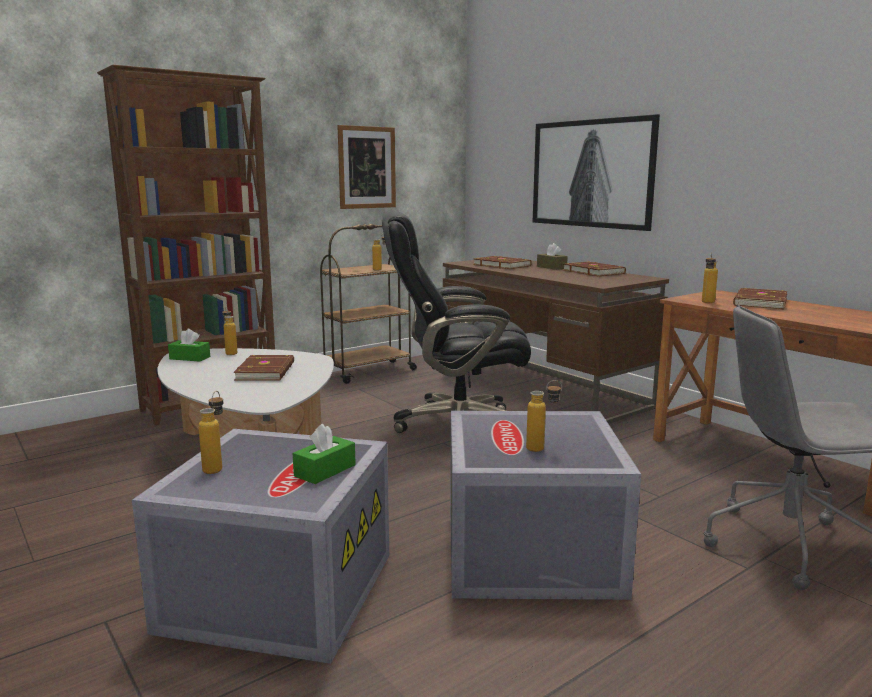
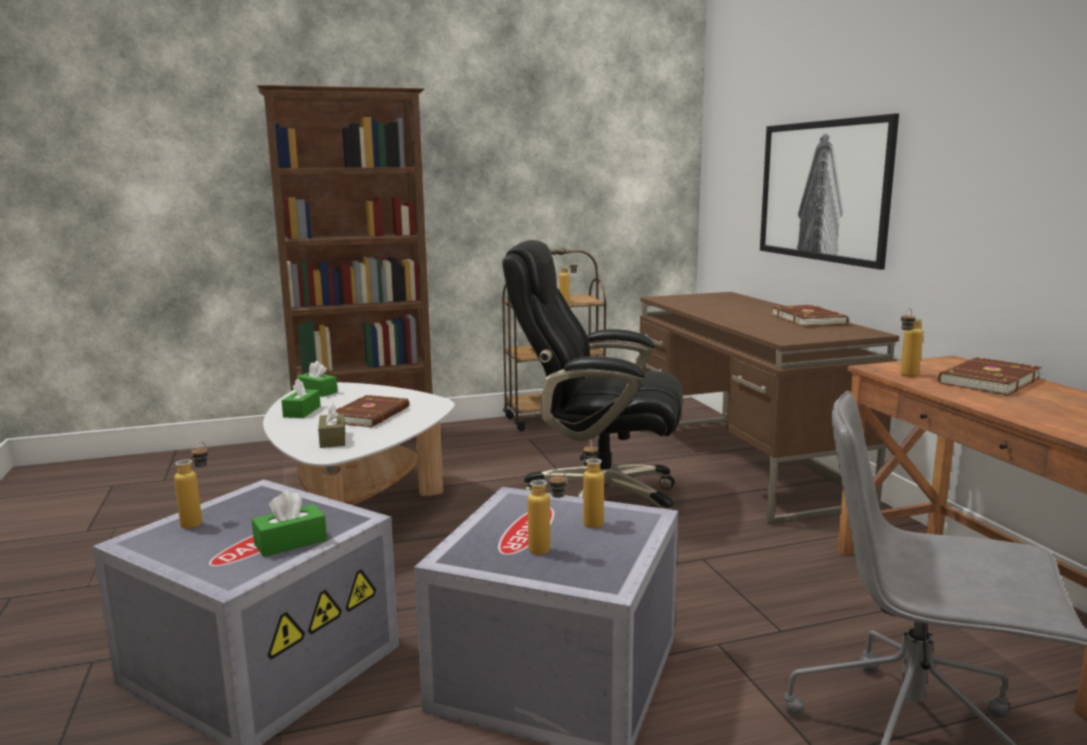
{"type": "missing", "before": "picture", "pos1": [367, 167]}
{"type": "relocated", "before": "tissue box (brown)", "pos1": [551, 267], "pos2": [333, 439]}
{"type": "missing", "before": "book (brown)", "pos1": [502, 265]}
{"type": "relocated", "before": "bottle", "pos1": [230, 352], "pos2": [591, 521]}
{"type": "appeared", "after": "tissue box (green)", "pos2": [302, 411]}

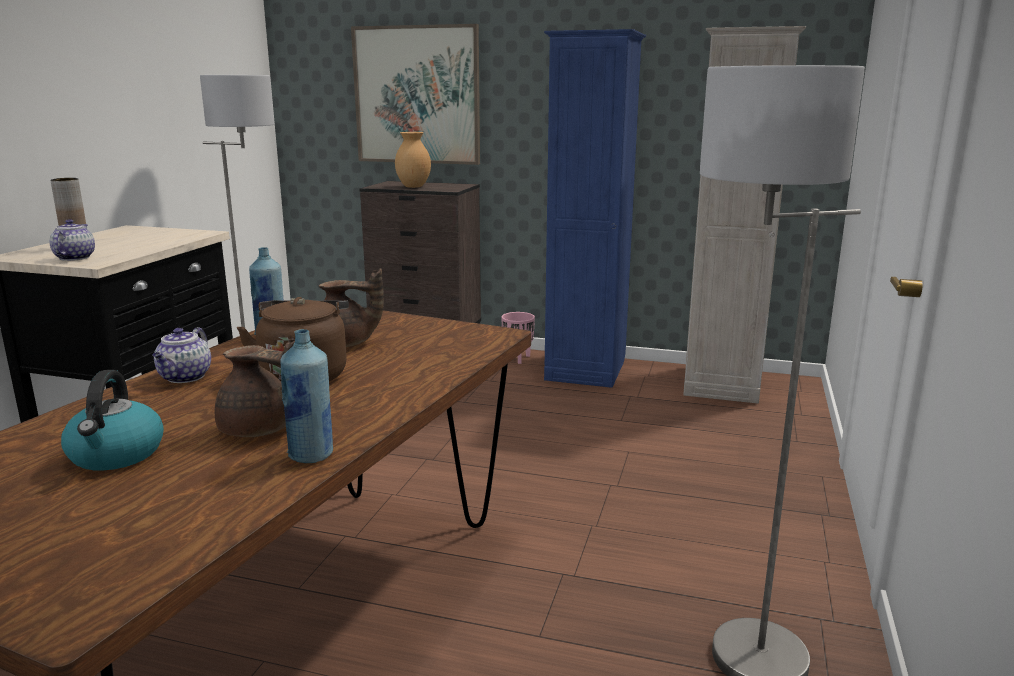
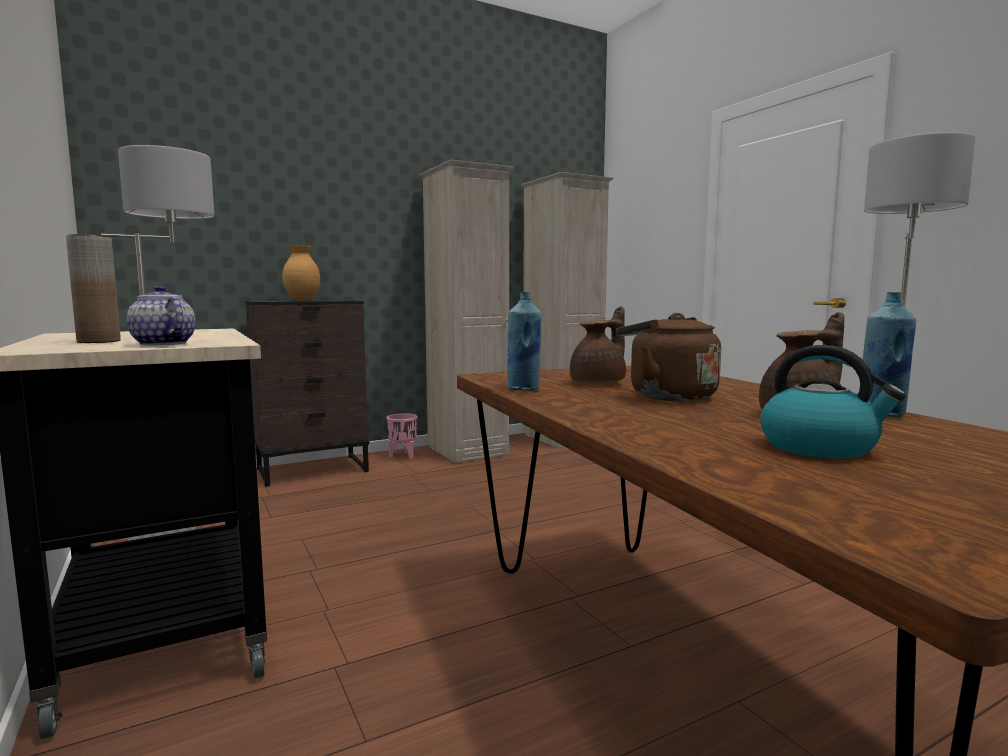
{"type": "missing", "before": "picture", "pos1": [417, 95]}
{"type": "colour", "before": "cabinet (blue)", "after": "cabinet (beige)", "pos1": [586, 370], "pos2": [468, 450]}
{"type": "missing", "before": "teapot", "pos1": [185, 377]}

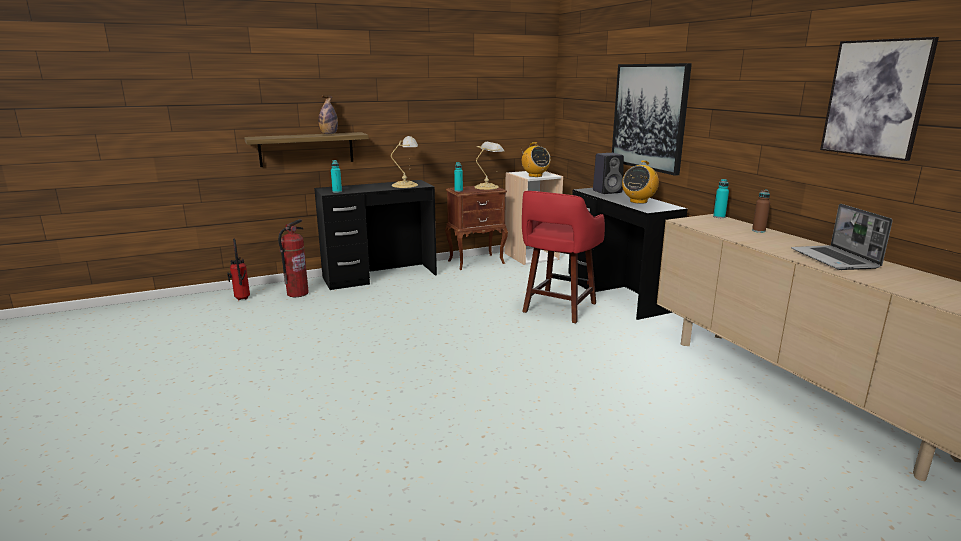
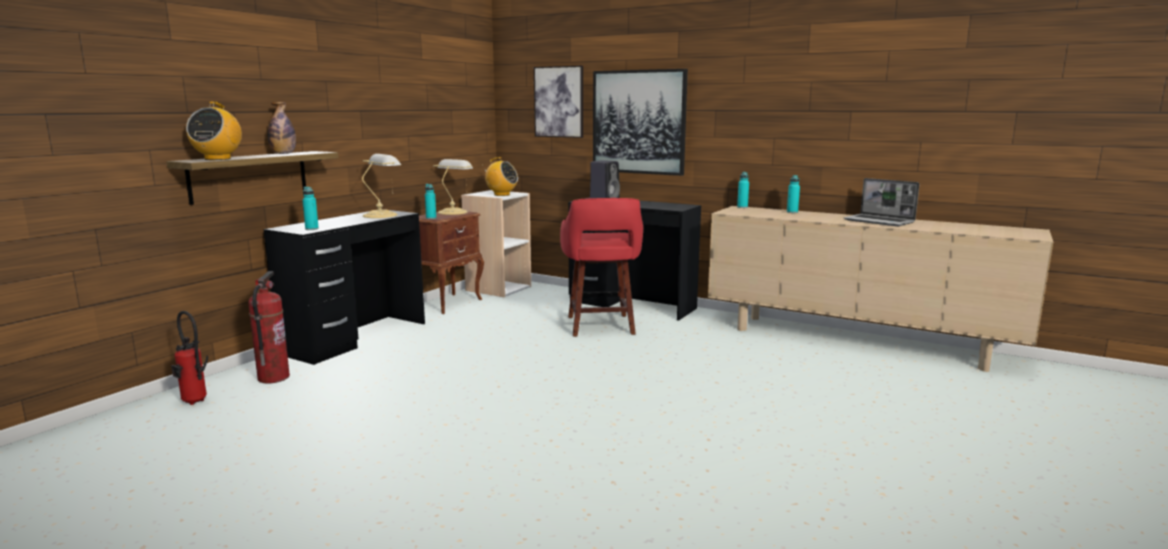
{"type": "relocated", "before": "picture", "pos1": [875, 98], "pos2": [559, 102]}
{"type": "relocated", "before": "radio", "pos1": [638, 201], "pos2": [218, 159]}
{"type": "colour", "before": "bottle (brown)", "after": "bottle (turquoise)", "pos1": [758, 231], "pos2": [792, 212]}

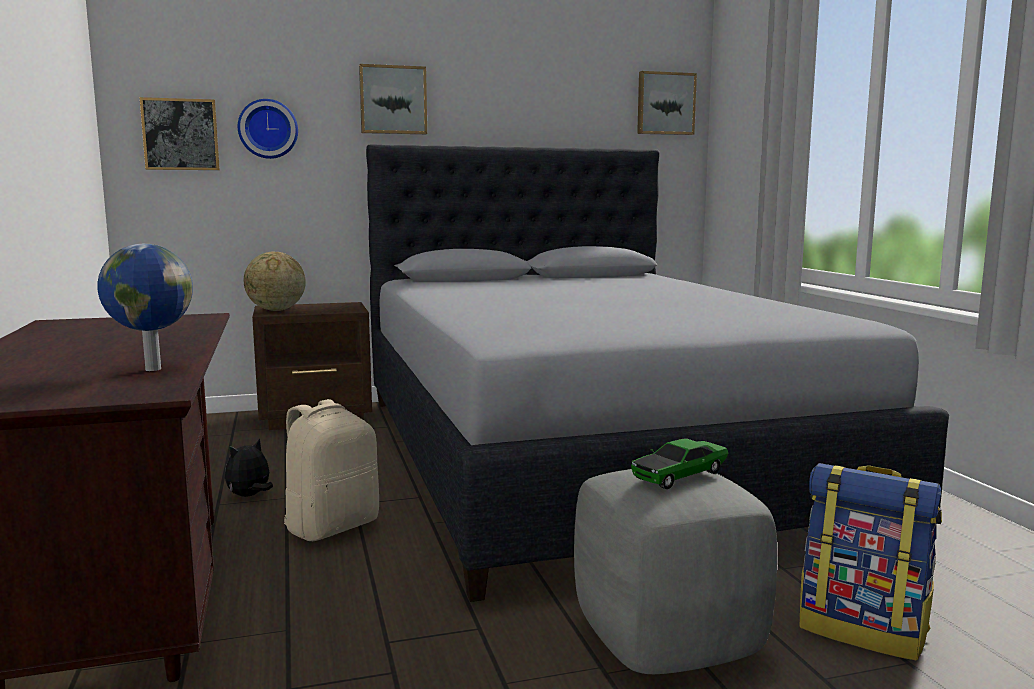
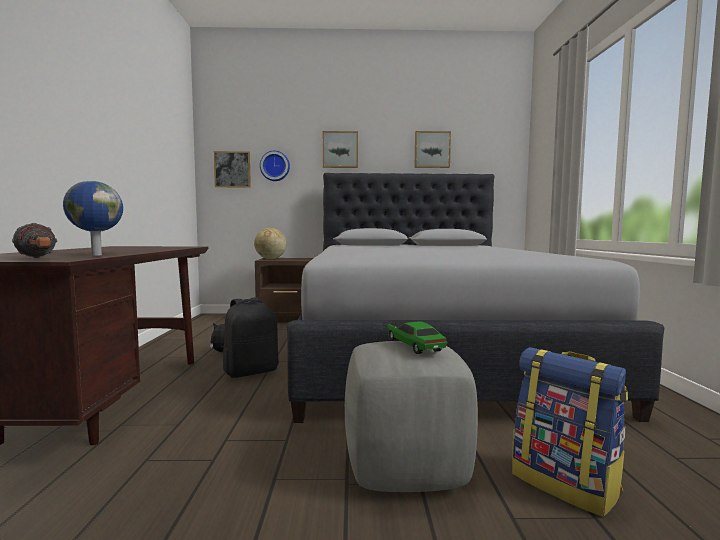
{"type": "relocated", "before": "picture", "pos1": [665, 103], "pos2": [432, 150]}
{"type": "colour", "before": "backpack (beige)", "after": "backpack (black)", "pos1": [332, 526], "pos2": [251, 371]}
{"type": "spun", "before": "toy car", "pos1": [679, 475], "pos2": [414, 345], "turn": 90}
{"type": "appeared", "after": "flashlight", "pos2": [40, 259]}

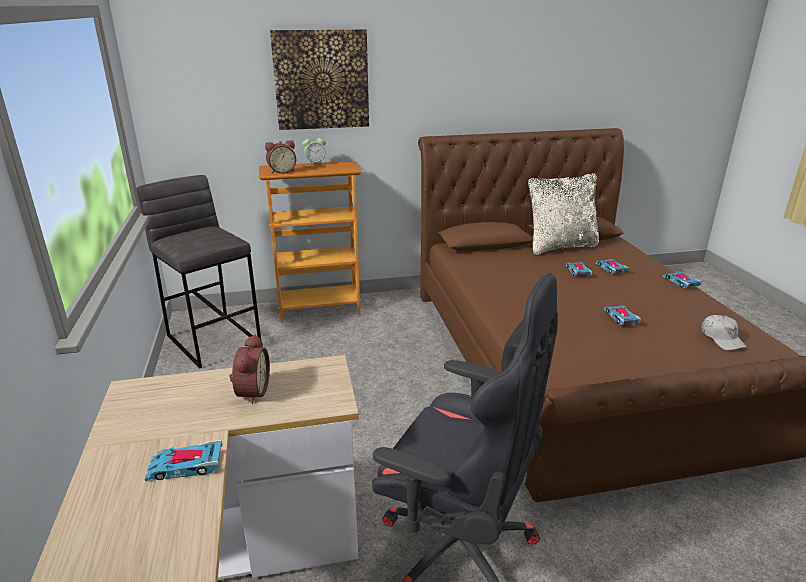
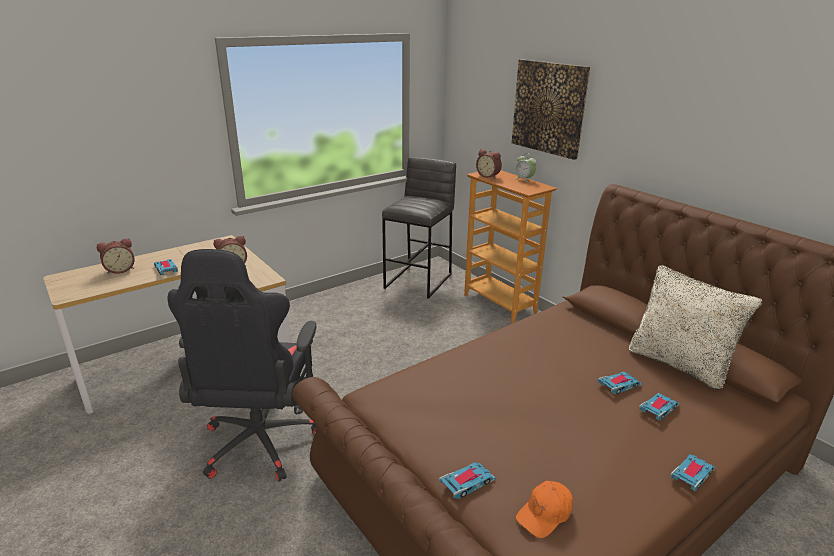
{"type": "relocated", "before": "toy car", "pos1": [620, 317], "pos2": [467, 482]}
{"type": "colour", "before": "cap (white)", "after": "cap (orange)", "pos1": [722, 338], "pos2": [545, 514]}
{"type": "appeared", "after": "alarm clock", "pos2": [120, 270]}

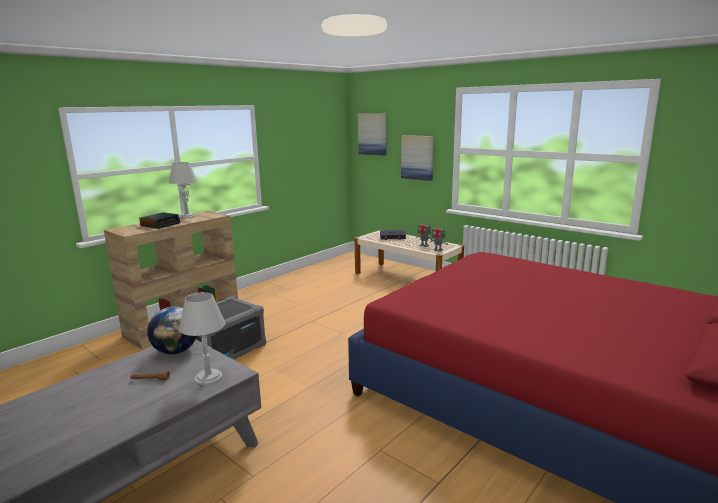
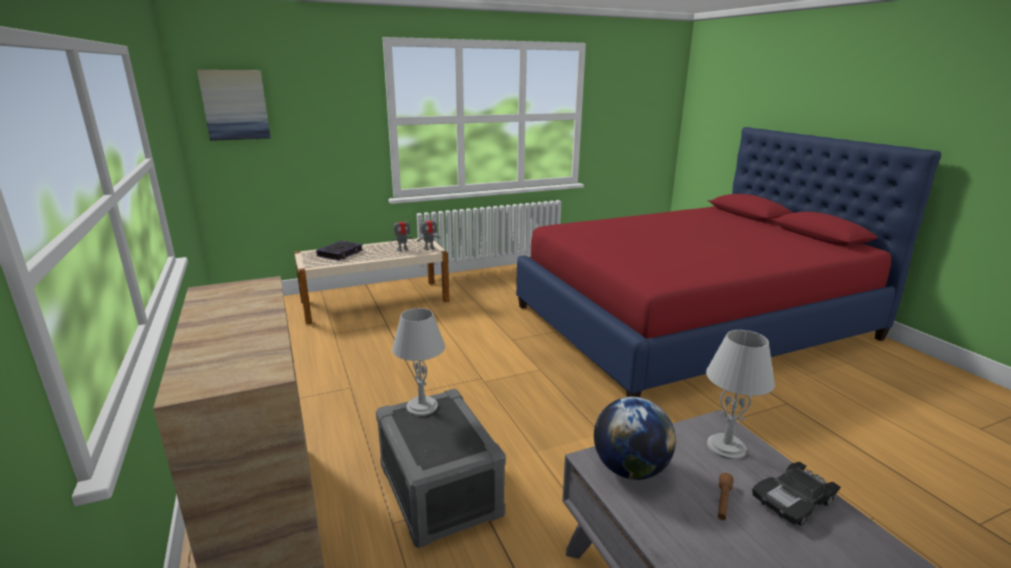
{"type": "missing", "before": "picture", "pos1": [417, 157]}
{"type": "relocated", "before": "table lamp (grey)", "pos1": [187, 216], "pos2": [421, 406]}
{"type": "missing", "before": "alarm clock", "pos1": [160, 224]}
{"type": "appeared", "after": "toy car (black)", "pos2": [793, 500]}

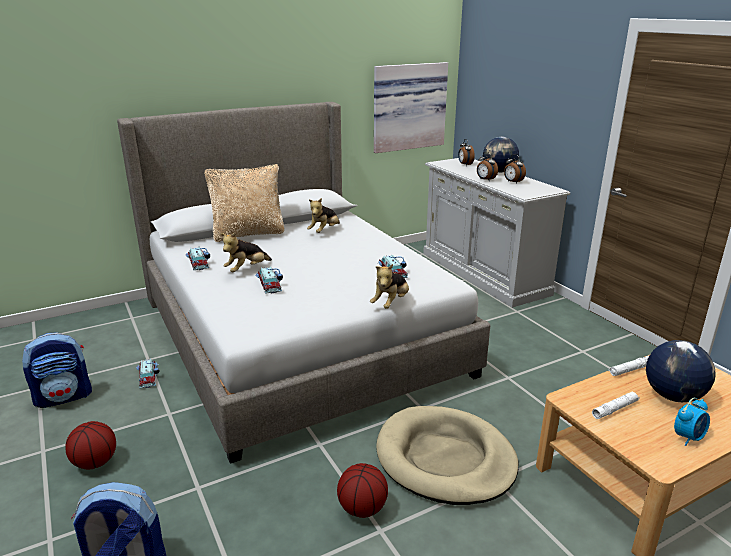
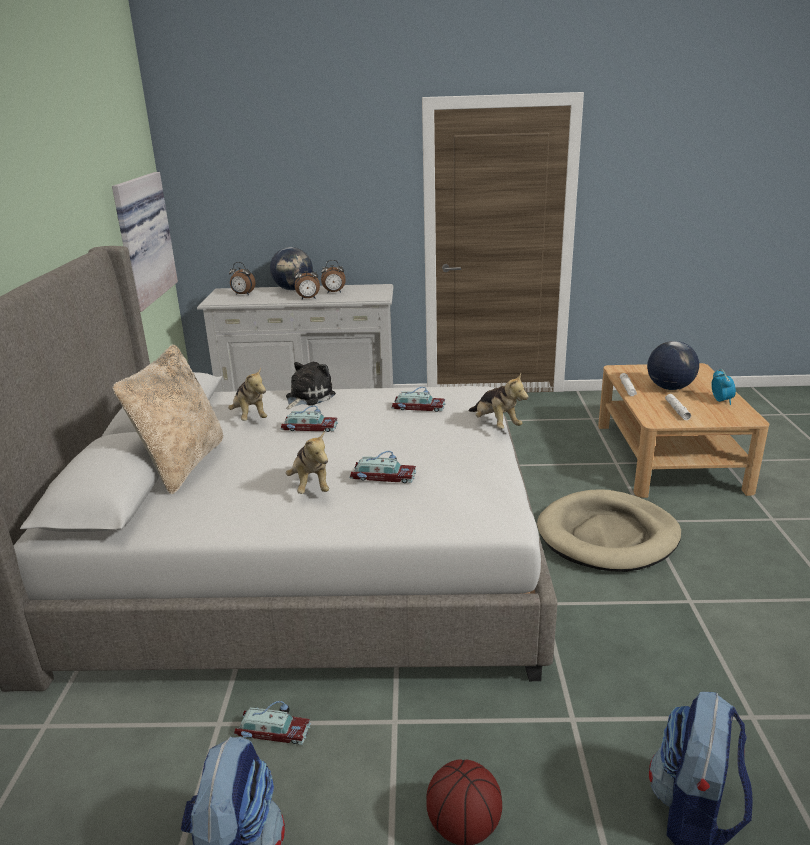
{"type": "relocated", "before": "toy car", "pos1": [199, 262], "pos2": [309, 427]}
{"type": "missing", "before": "basketball", "pos1": [363, 508]}
{"type": "appeared", "after": "plush toy", "pos2": [307, 397]}

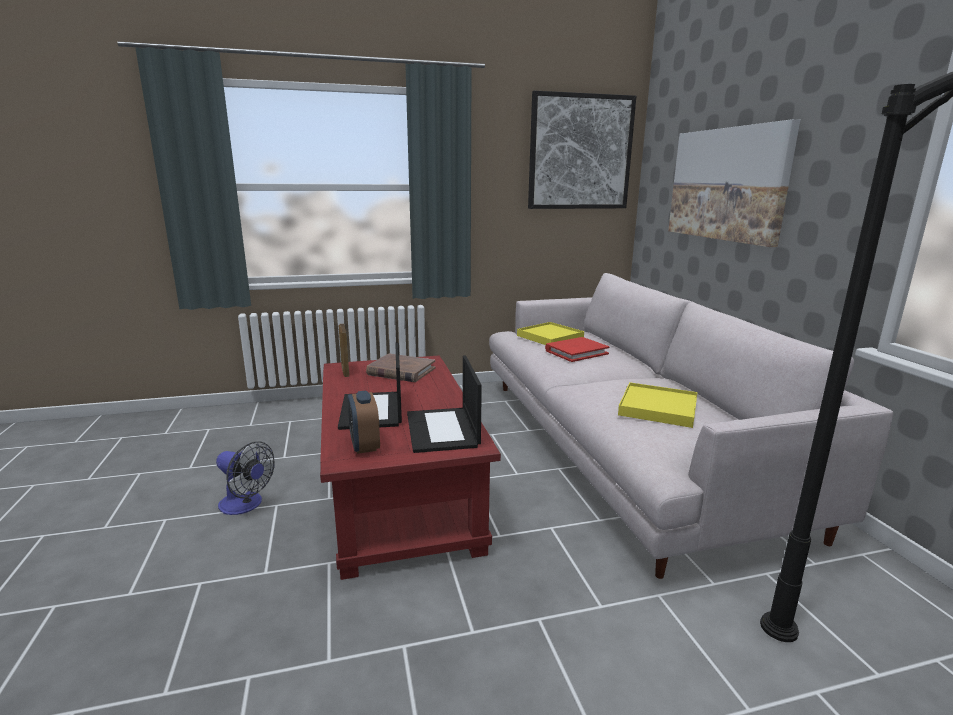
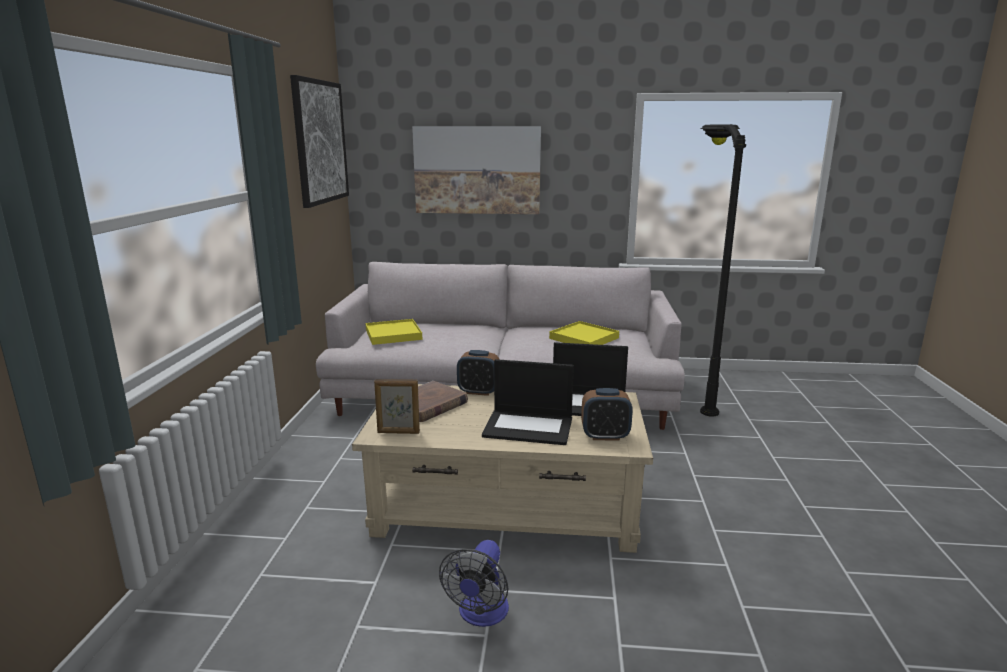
{"type": "missing", "before": "book (red)", "pos1": [576, 352]}
{"type": "colour", "before": "coffee table (red)", "after": "coffee table (beige)", "pos1": [399, 489], "pos2": [507, 506]}
{"type": "spun", "before": "fan", "pos1": [246, 505], "pos2": [481, 614], "turn": 150}
{"type": "appeared", "after": "alarm clock", "pos2": [478, 391]}

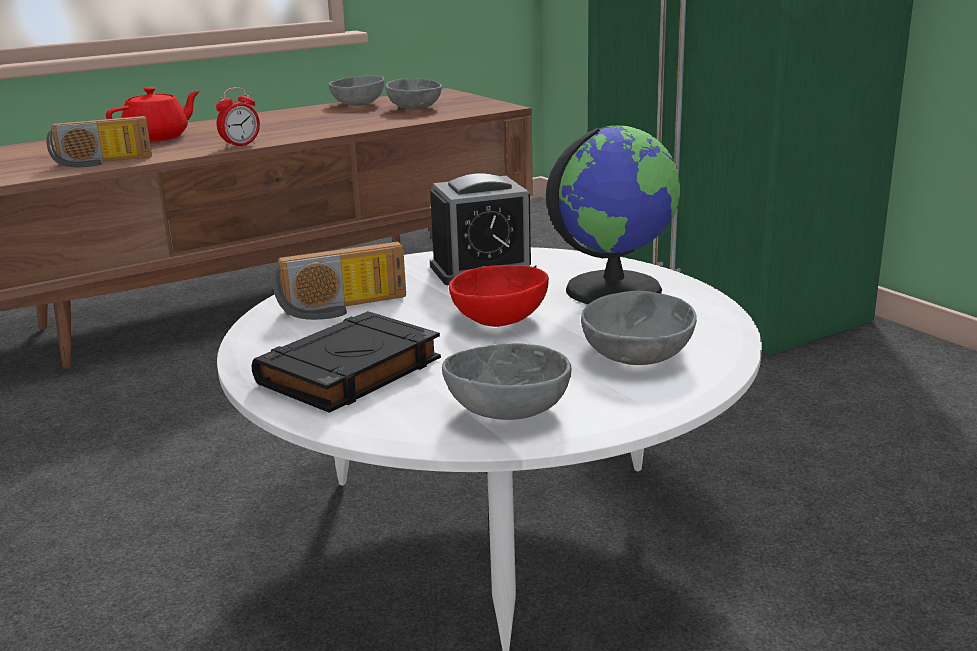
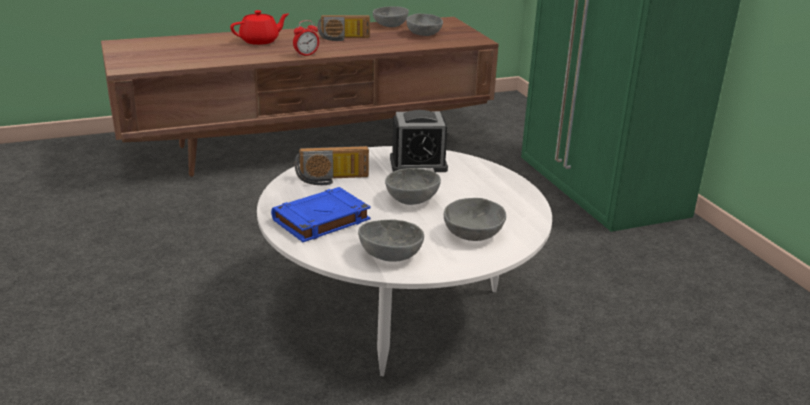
{"type": "relocated", "before": "radio", "pos1": [102, 162], "pos2": [344, 38]}
{"type": "missing", "before": "globe", "pos1": [612, 289]}
{"type": "colour", "before": "bowl (red)", "after": "bowl (grey)", "pos1": [497, 319], "pos2": [411, 199]}
{"type": "colour", "before": "book (black)", "after": "book (blue)", "pos1": [349, 372], "pos2": [320, 220]}

